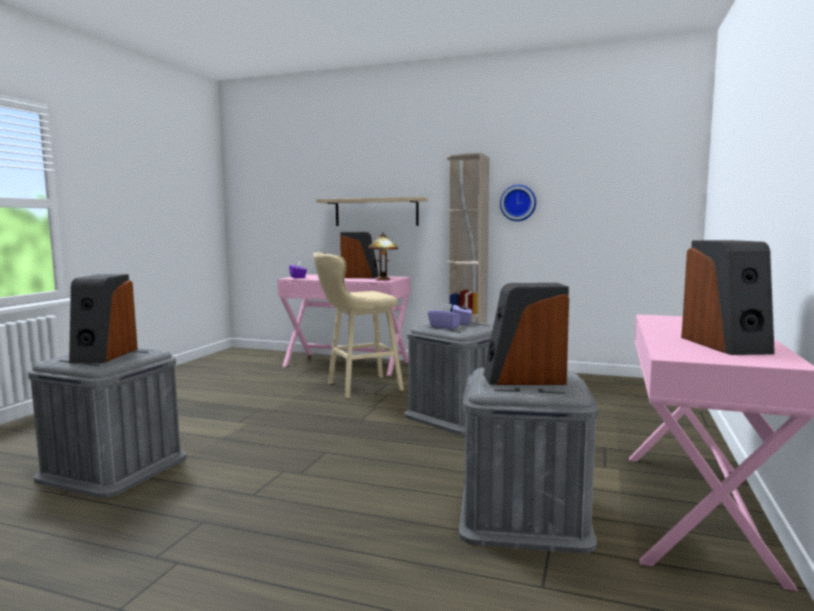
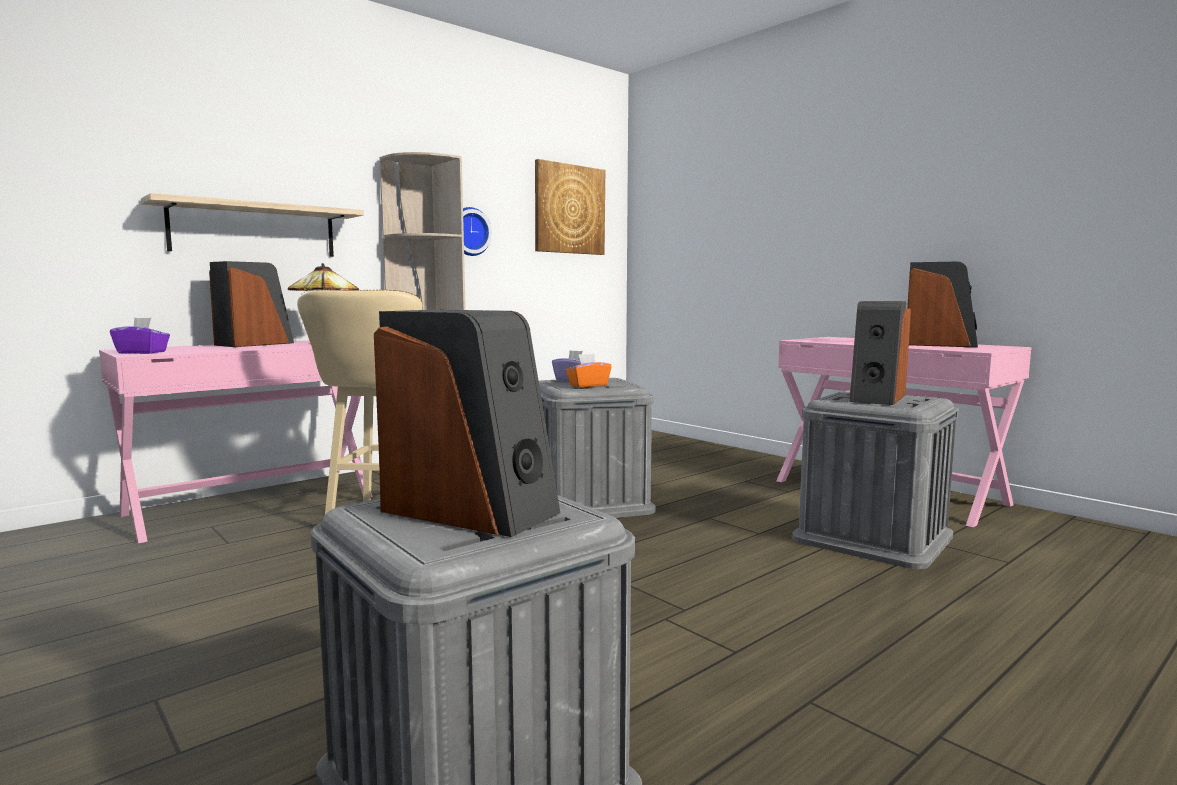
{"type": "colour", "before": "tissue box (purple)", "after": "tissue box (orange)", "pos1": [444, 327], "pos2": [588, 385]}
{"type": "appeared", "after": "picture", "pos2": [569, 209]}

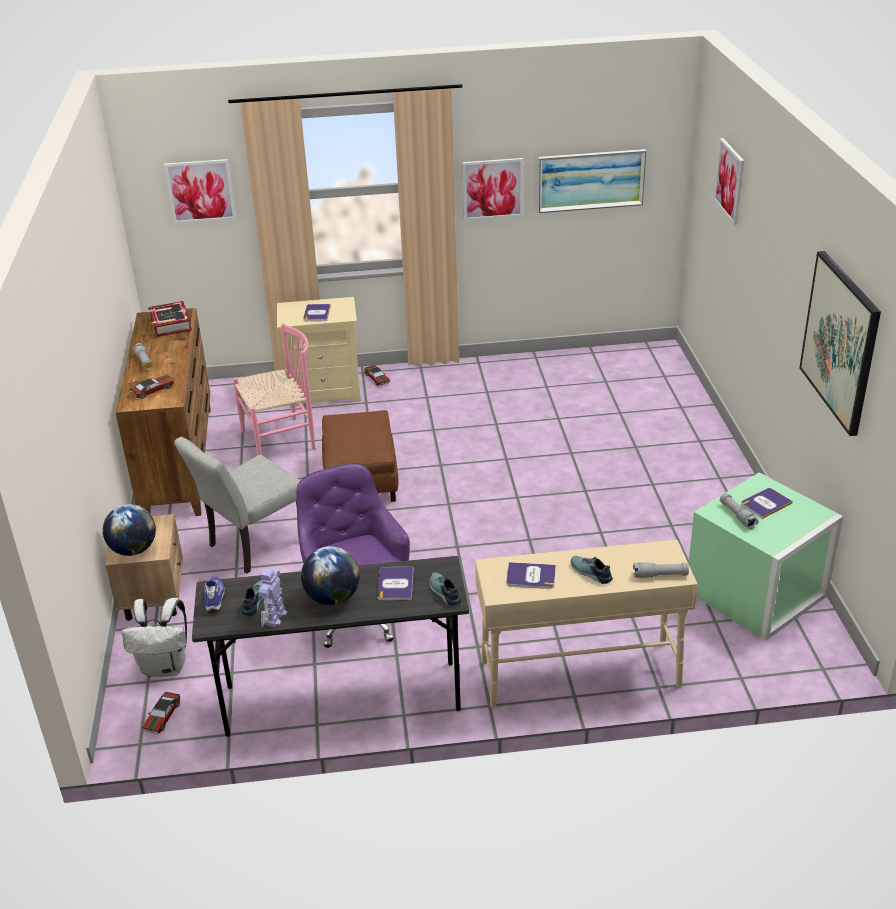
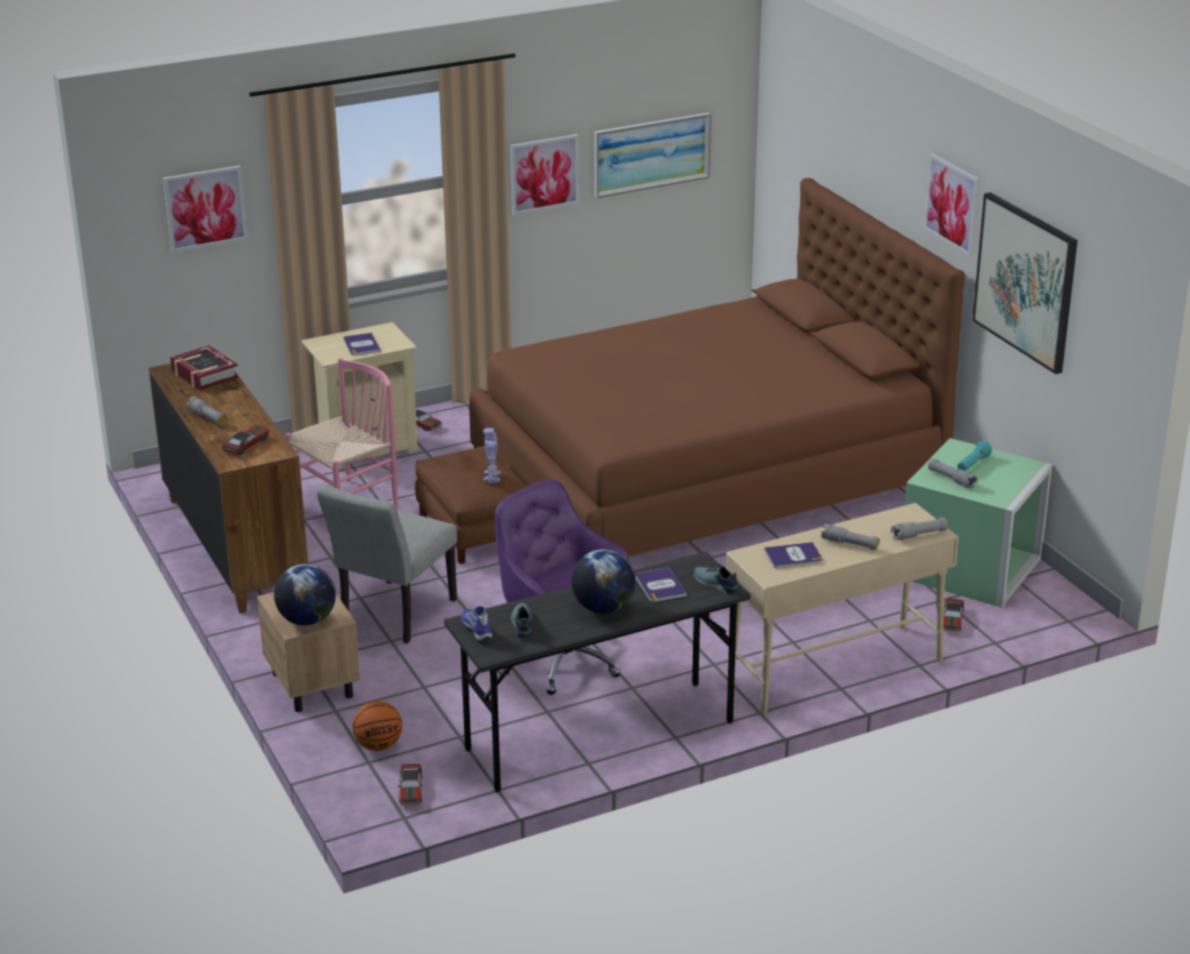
{"type": "relocated", "before": "picture", "pos1": [730, 180], "pos2": [952, 204]}
{"type": "exchanged", "before": "book", "after": "flashlight (turquoise)", "pos1": [766, 503], "pos2": [973, 464]}
{"type": "exchanged", "before": "shoe", "after": "flashlight (grey)", "pos1": [590, 573], "pos2": [850, 544]}
{"type": "relocated", "before": "toy robot", "pos1": [274, 617], "pos2": [491, 477]}
{"type": "exchanged", "before": "backpack (white)", "after": "basketball", "pos1": [165, 667], "pos2": [378, 745]}
{"type": "appeared", "after": "bed (brown)", "pos2": [707, 474]}
{"type": "appeared", "after": "toy car", "pos2": [952, 620]}

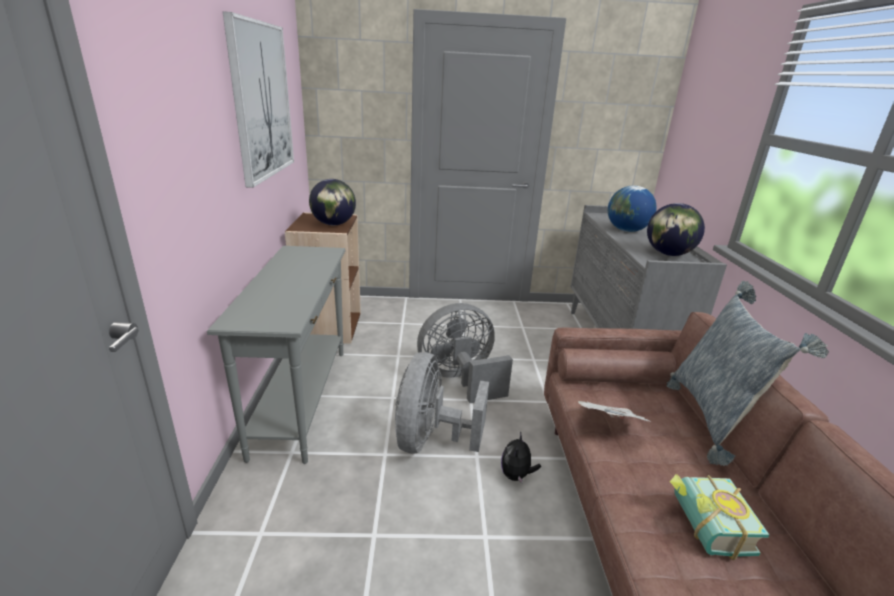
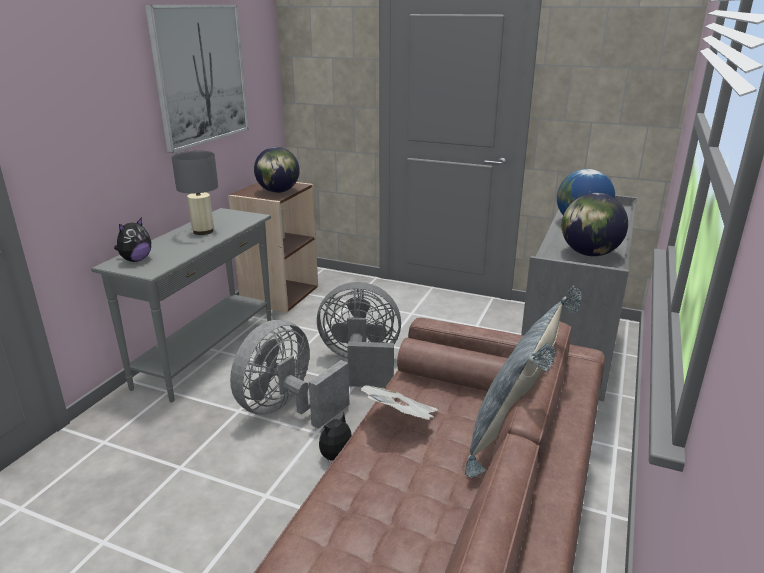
{"type": "missing", "before": "book", "pos1": [703, 527]}
{"type": "appeared", "after": "table lamp (grey)", "pos2": [203, 231]}
{"type": "appeared", "after": "plush toy", "pos2": [136, 260]}

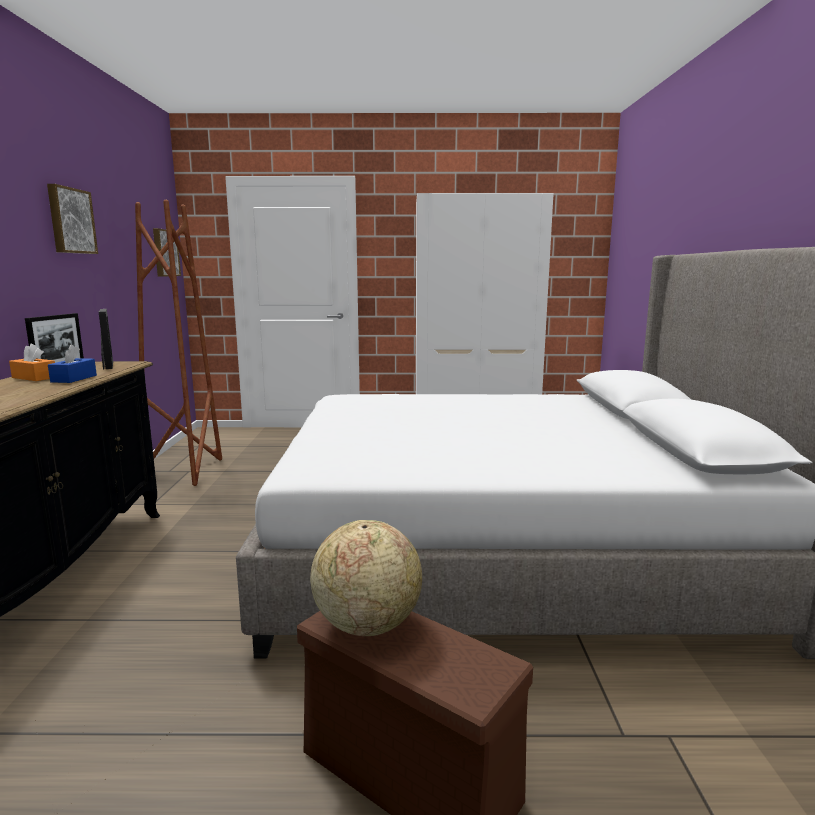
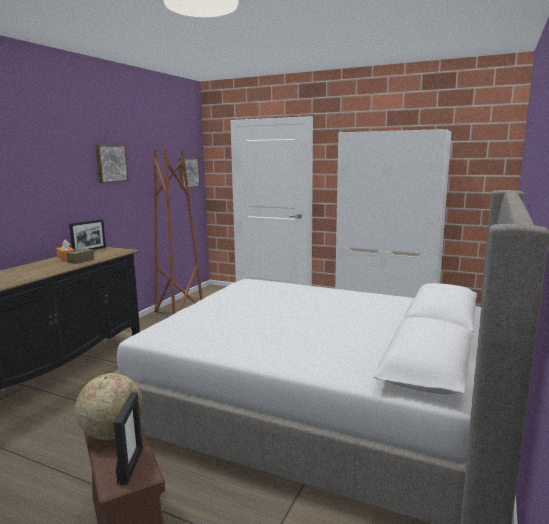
{"type": "relocated", "before": "picture frame", "pos1": [108, 365], "pos2": [130, 465]}
{"type": "colour", "before": "tissue box (blue)", "after": "tissue box (brown)", "pos1": [74, 378], "pos2": [81, 260]}

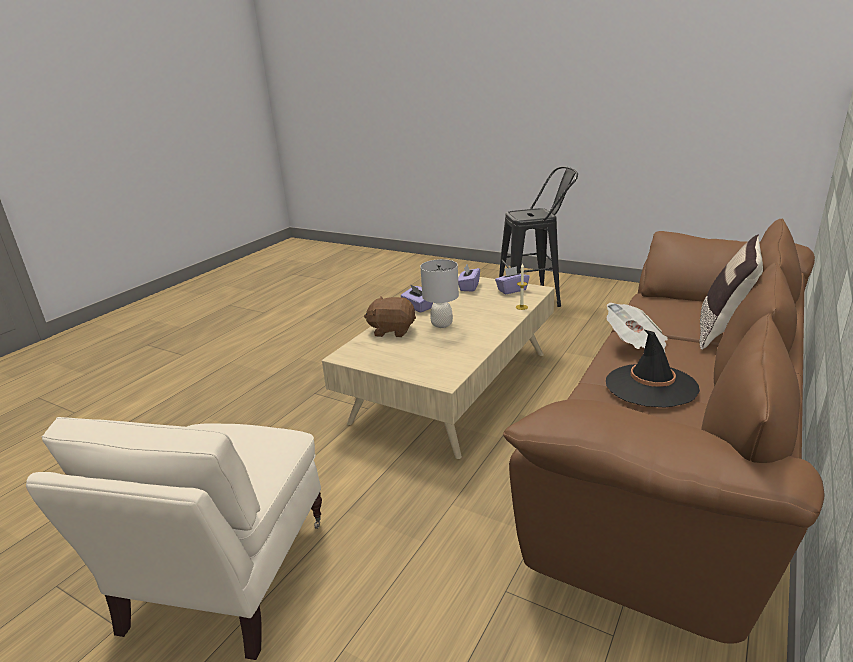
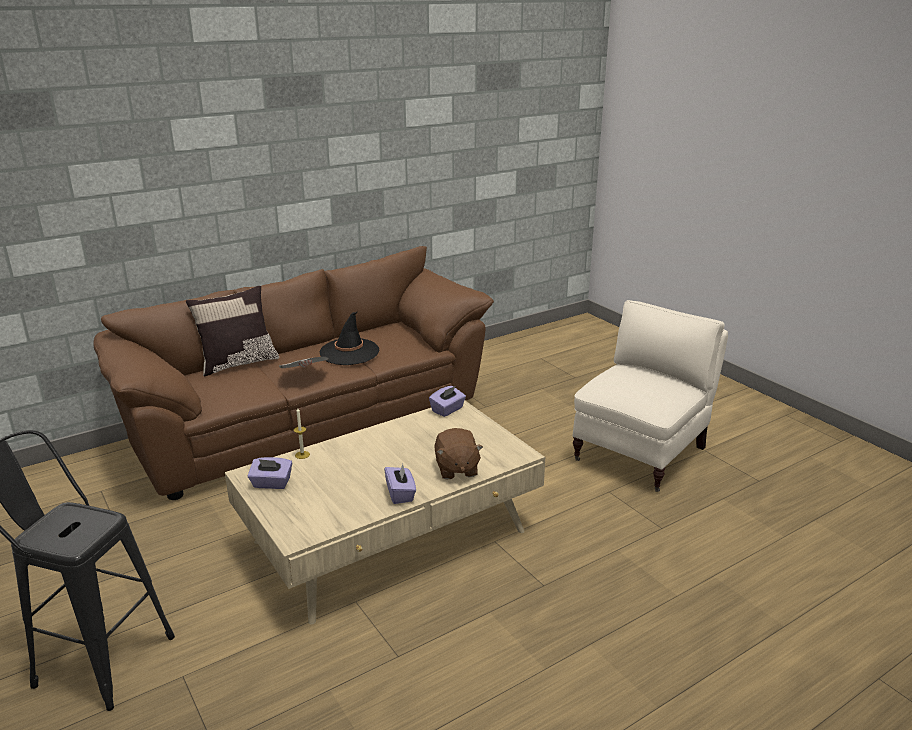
{"type": "missing", "before": "table lamp (grey)", "pos1": [442, 325]}
{"type": "relocated", "before": "tissue box (purple)", "pos1": [469, 287], "pos2": [447, 410]}
{"type": "spun", "before": "plush toy (brown)", "pos1": [392, 330], "pos2": [456, 469], "turn": 45}

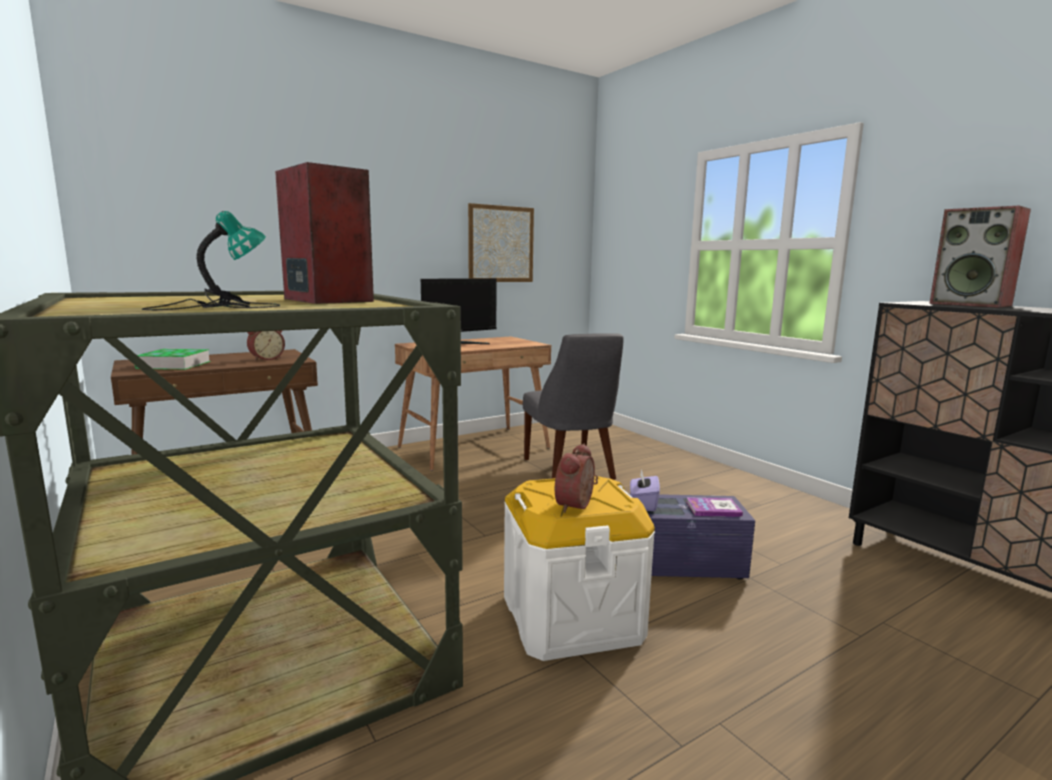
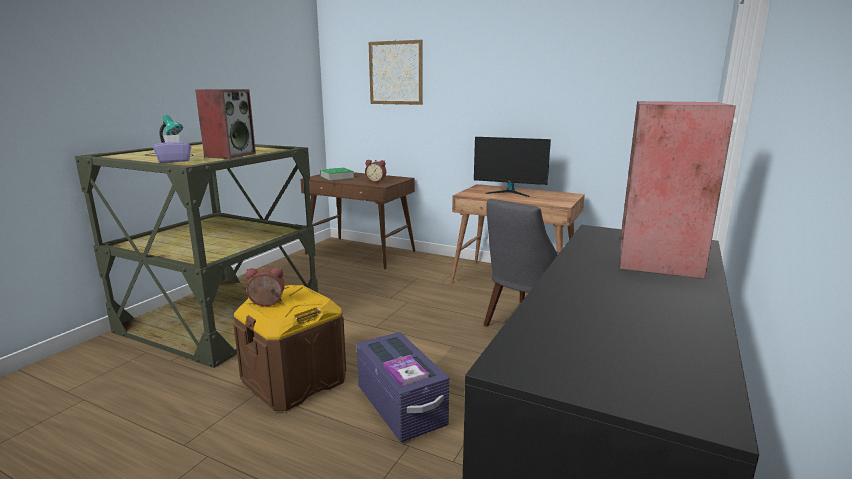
{"type": "relocated", "before": "picture", "pos1": [501, 243], "pos2": [395, 72]}
{"type": "relocated", "before": "tissue box (purple)", "pos1": [643, 504], "pos2": [174, 161]}
{"type": "colour", "before": "storage box (white)", "after": "storage box (brown)", "pos1": [571, 617], "pos2": [294, 380]}

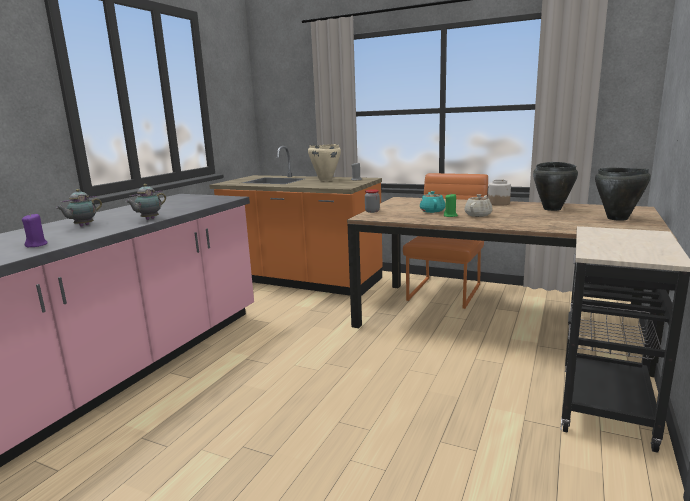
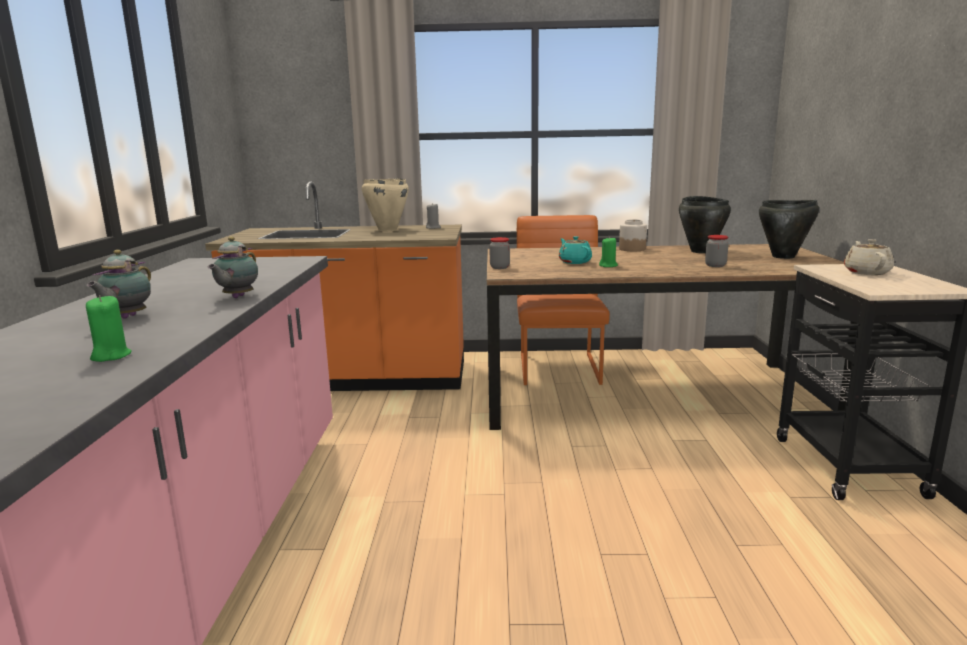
{"type": "relocated", "before": "teapot (beige)", "pos1": [478, 215], "pos2": [866, 272]}
{"type": "colour", "before": "candle (purple)", "after": "candle (green)", "pos1": [37, 245], "pos2": [111, 356]}
{"type": "appeared", "after": "jar", "pos2": [715, 265]}

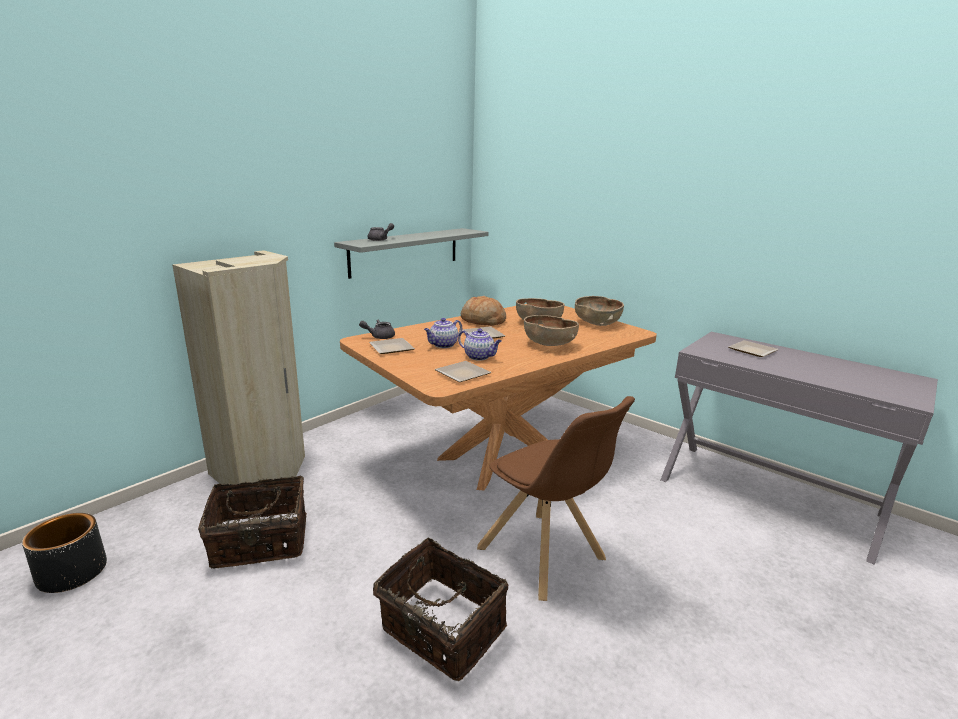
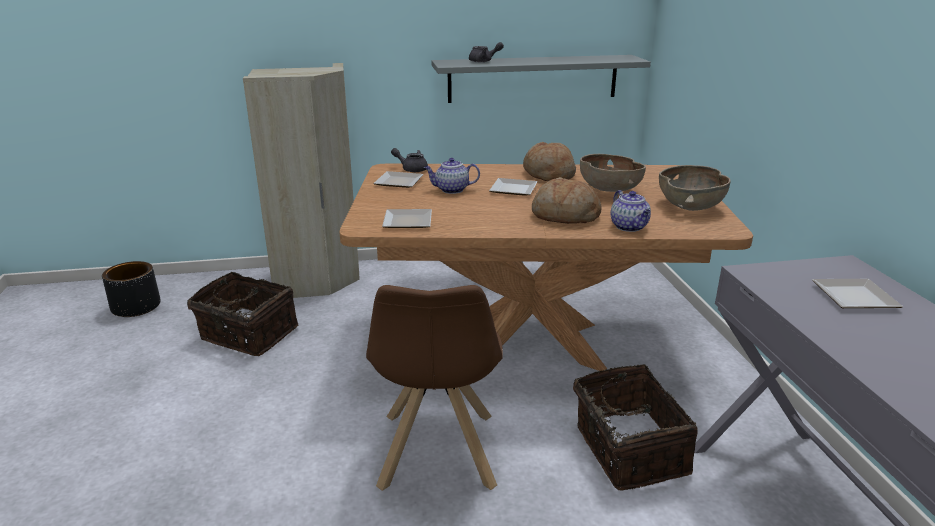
{"type": "exchanged", "before": "bowl (brown)", "after": "bread", "pos1": [548, 344], "pos2": [564, 215]}
{"type": "relocated", "before": "teapot", "pos1": [479, 357], "pos2": [629, 227]}
{"type": "relocated", "before": "basket", "pos1": [441, 631], "pos2": [627, 450]}

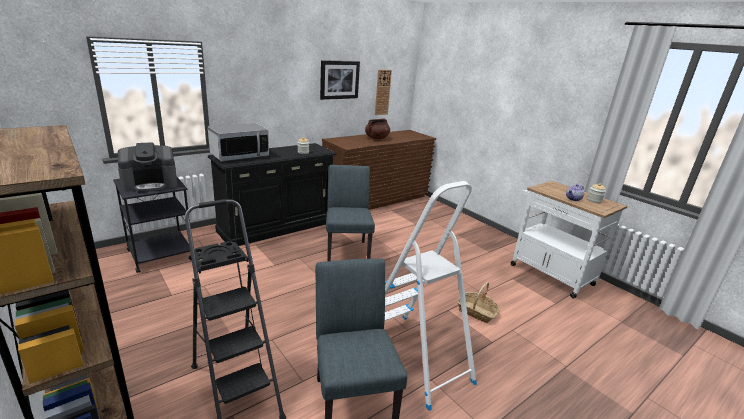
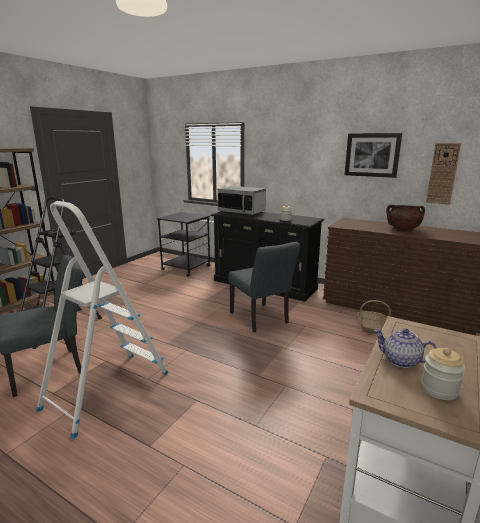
{"type": "missing", "before": "coffee machine", "pos1": [150, 184]}
{"type": "spun", "before": "chair (grey)", "pos1": [347, 250], "pos2": [261, 319], "turn": 90}
{"type": "relocated", "before": "basket", "pos1": [476, 312], "pos2": [372, 327]}

